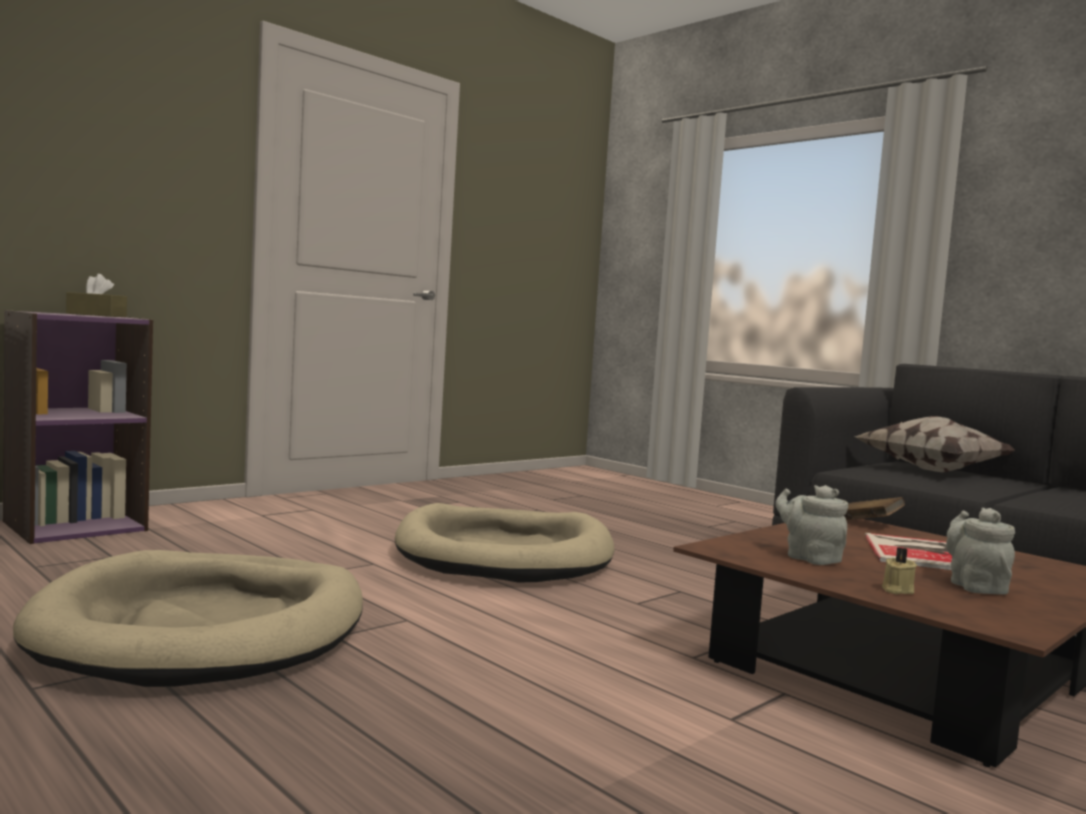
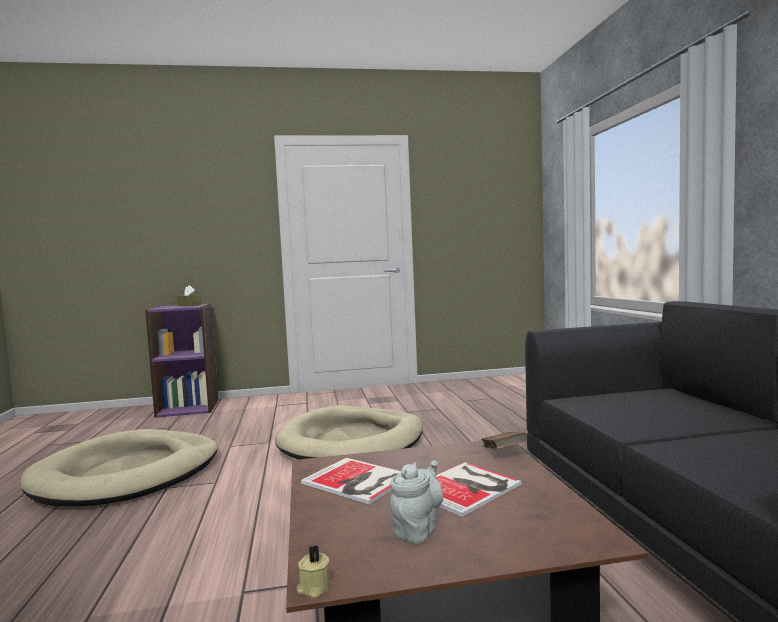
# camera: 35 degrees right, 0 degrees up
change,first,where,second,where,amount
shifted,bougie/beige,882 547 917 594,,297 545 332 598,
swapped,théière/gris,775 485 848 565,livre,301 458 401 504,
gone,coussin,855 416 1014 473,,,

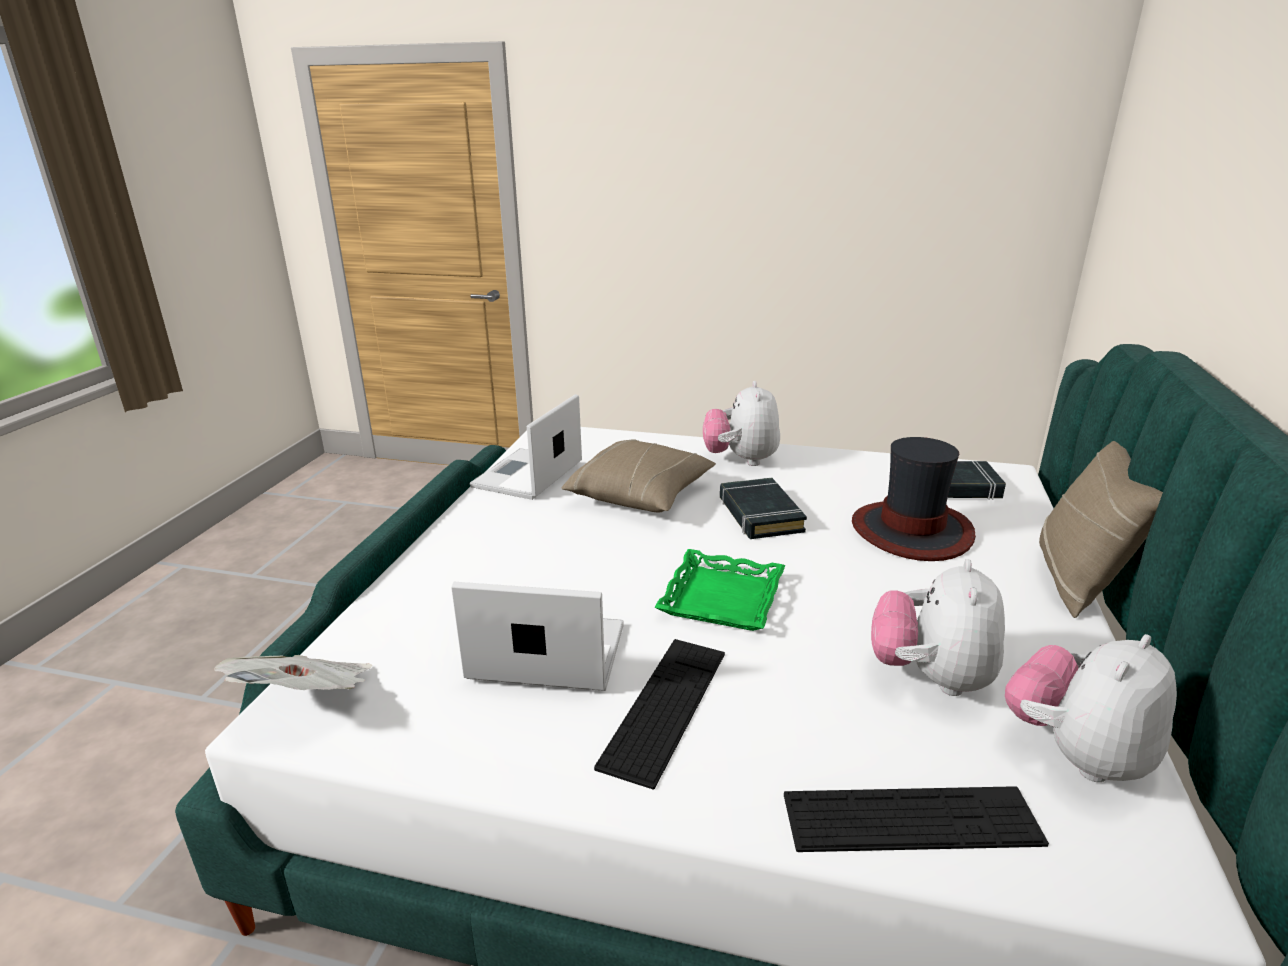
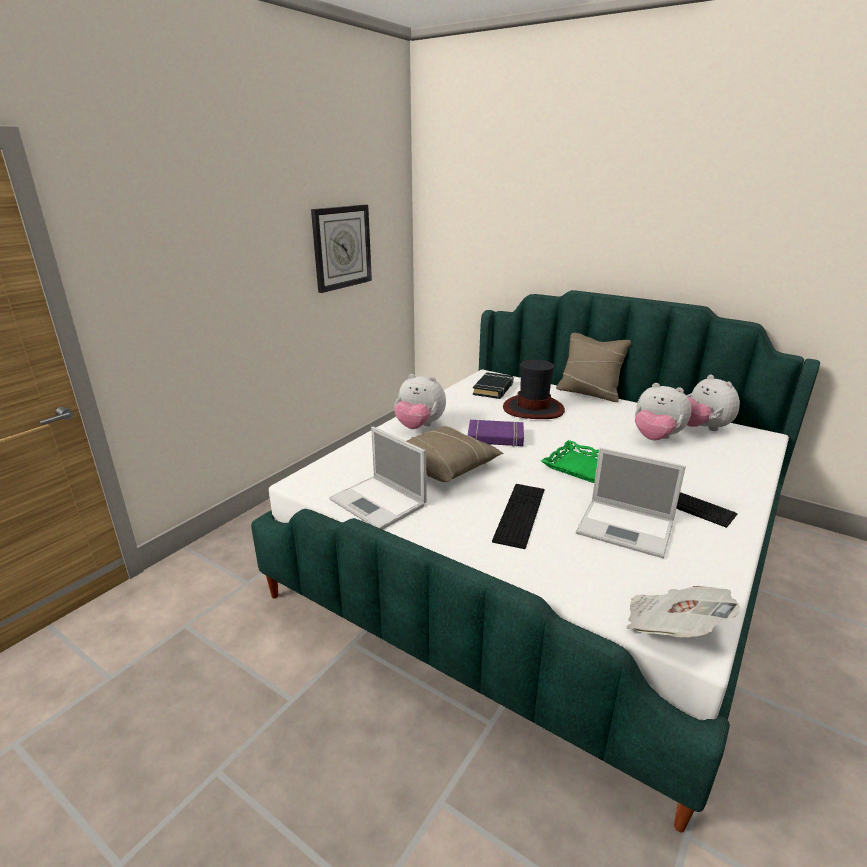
# camera: 70 degrees left, 0 degrees up
change,first,where,second,where,amount
new,,,horloge murale,311 205 372 293,
repainted,livre/noir,720 478 807 539,livre/violet,468 420 524 447,
shifted,clavier,784 786 1049 852,,492 484 545 549,
rotated,ordinateur portable,451 582 624 691,,576 448 686 558,90 degrees counterclockwise

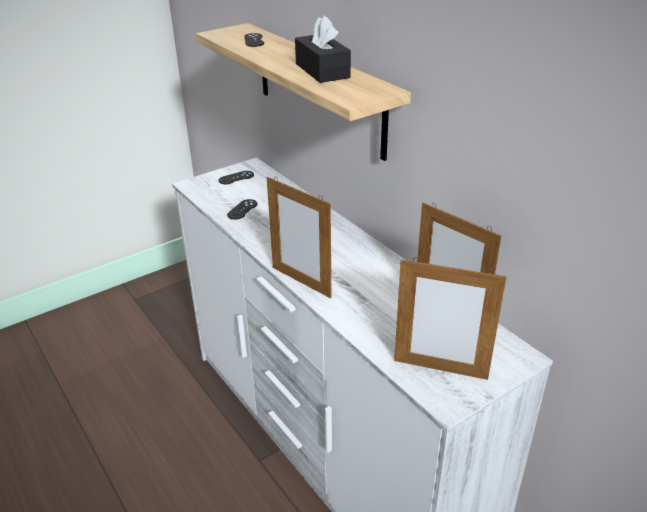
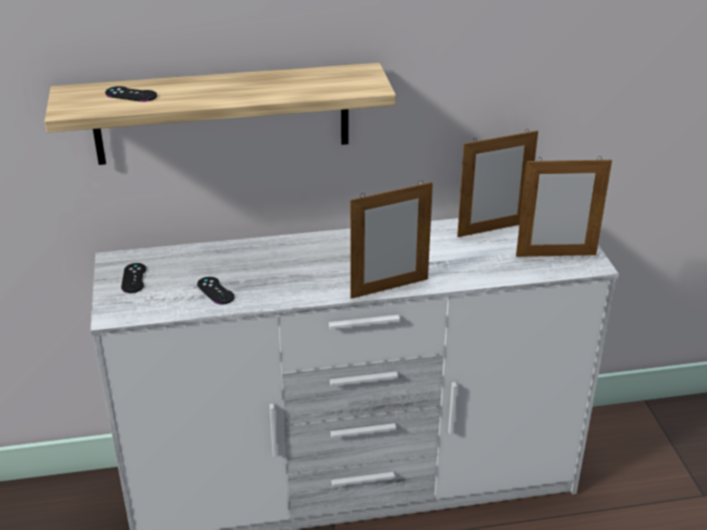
# camera: 65 degrees left, 0 degrees up
change,first,where,second,where,amount
rotated,cadre photo,394 259 506 380,,516 156 612 257,45 degrees clockwise
gone,boîte à mouchoirs/noir,295 15 351 83,,,

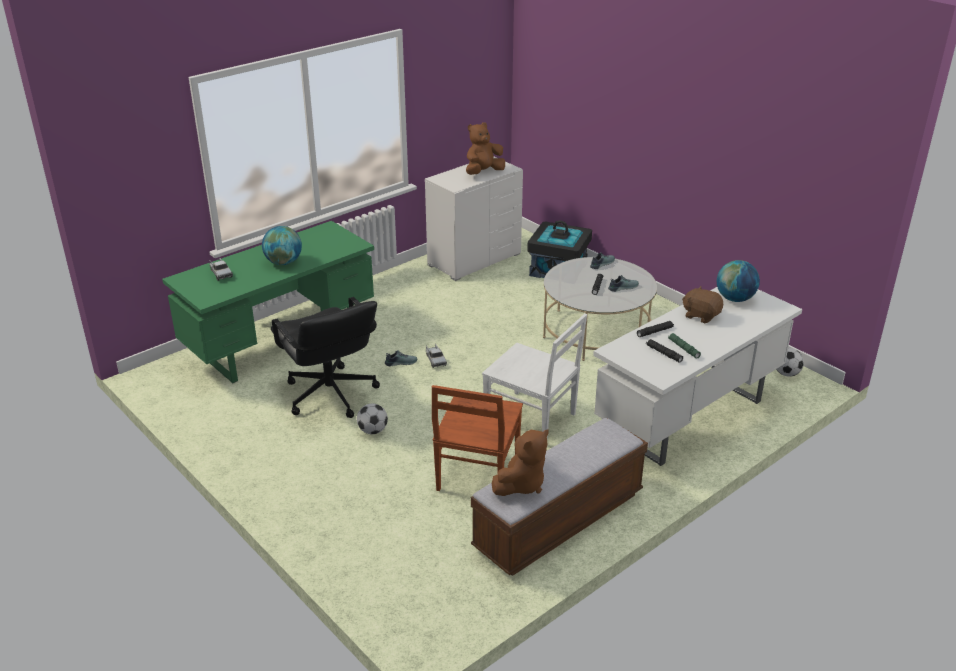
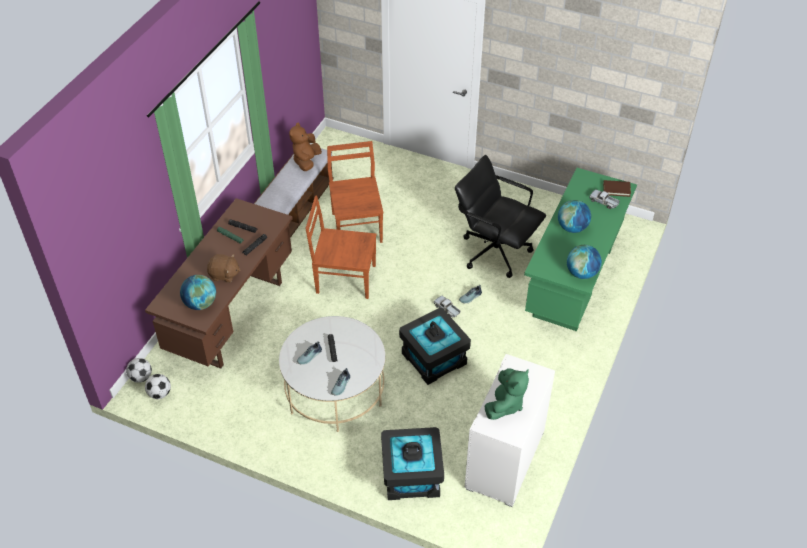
# camera: 155 degrees right, 15 degrees up
change,first,where,second,where,amount
shifted,ballon de foot,357 403 388 434,,126 358 152 383,
repainted,bureau/blanc,593 287 802 466,bureau/marron,145 198 293 369,
repainted,chaise/blanc,482 314 587 438,chaise/marron,305 195 377 299,
new,,,boîte de rangement/noir,399 308 471 385,
repainted,peluche/marron,466 122 505 175,peluche/vert,485 368 529 420,
new,,,globe,567 245 602 279,
new,,,livre/marron,603 180 631 197,

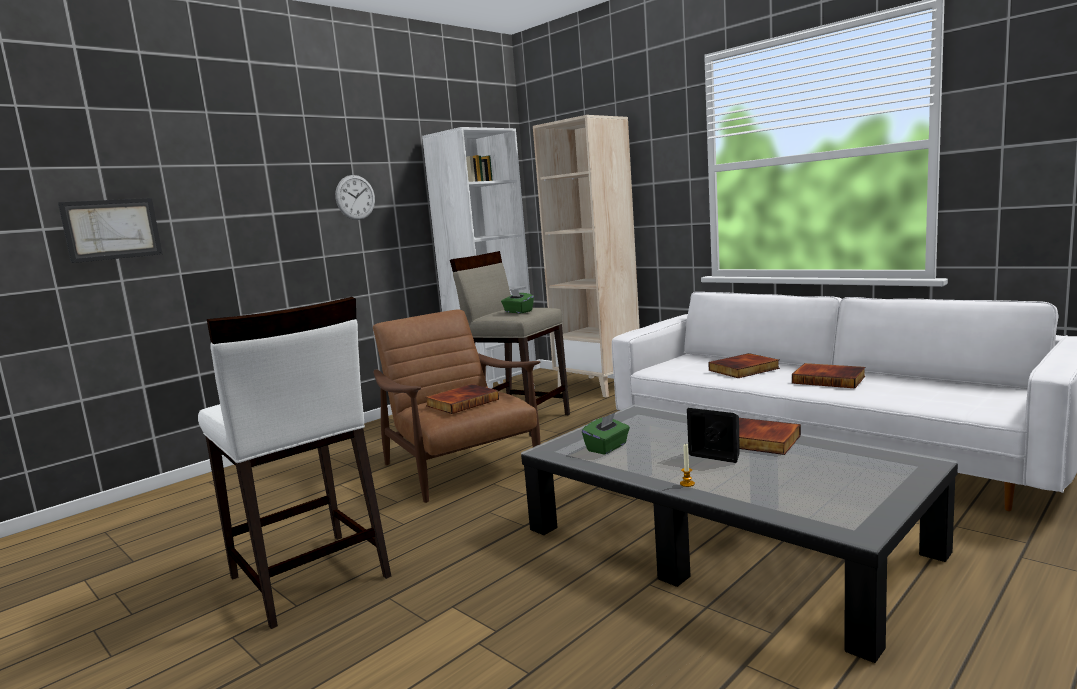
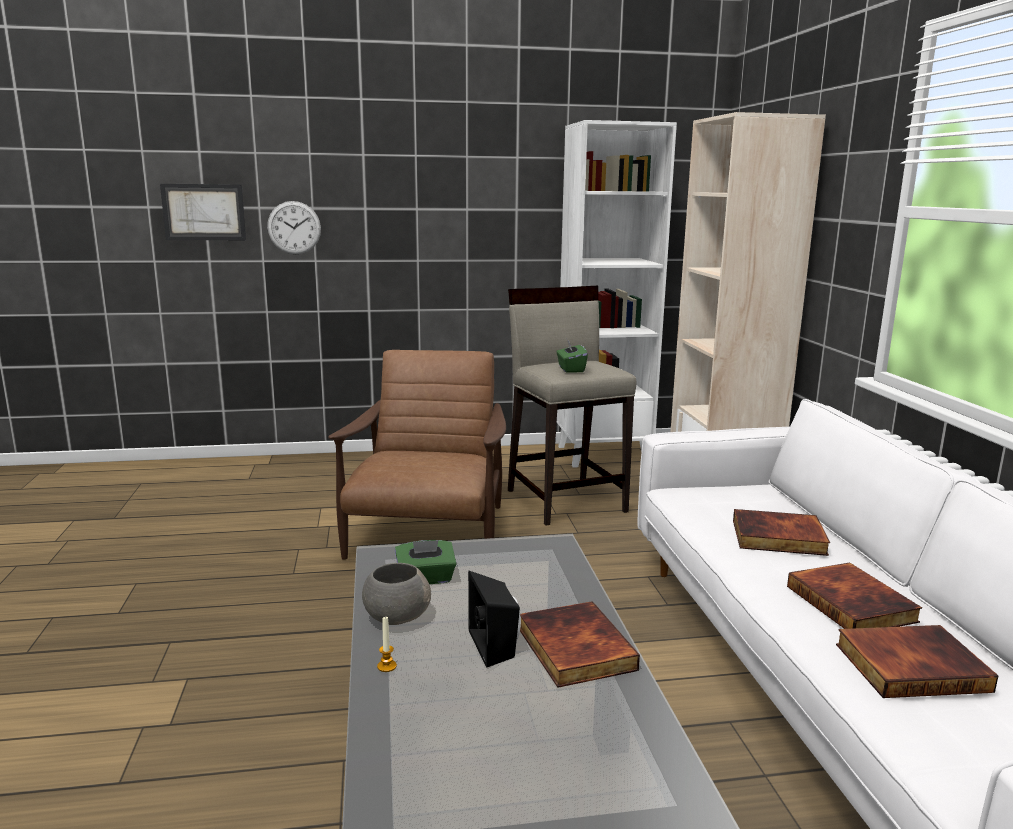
# camera: 35 degrees right, 5 degrees up
change,first,where,second,where,amount
shifted,horloge murale,335 175 375 220,,267 201 321 254,
new,,,bol/gris,362 563 431 625,
shifted,livre,425 384 499 414,,836 625 999 698,
gone,tabouret/blanc,198 297 391 629,,,

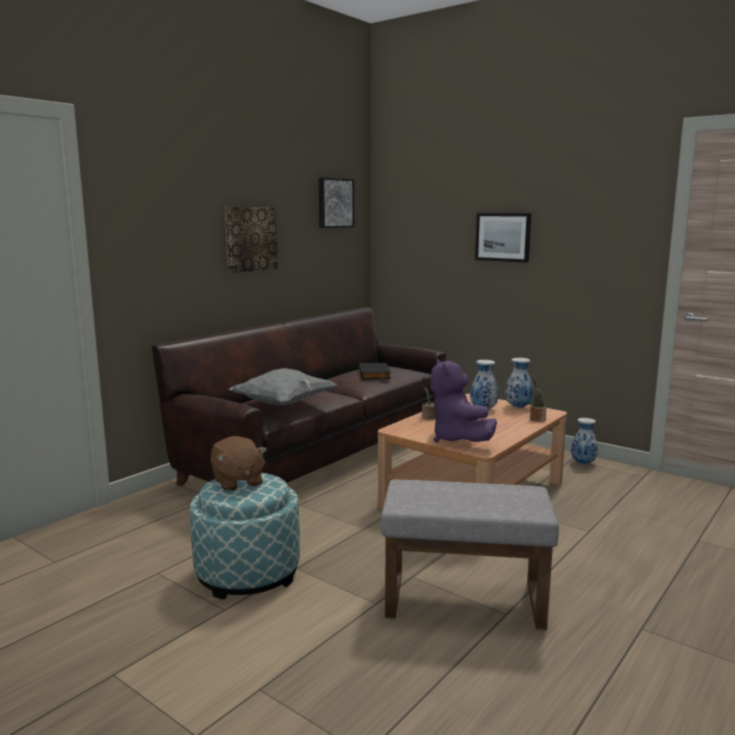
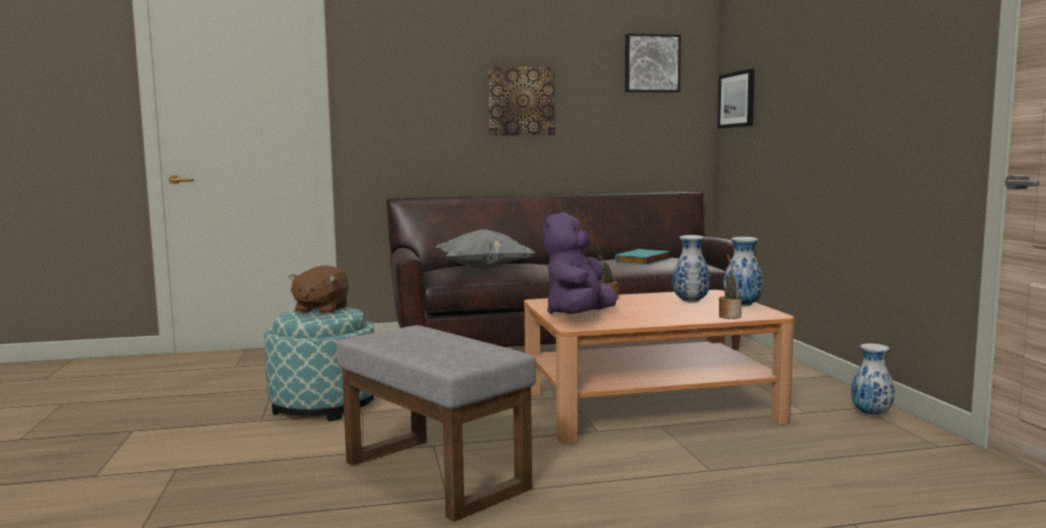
# camera: 40 degrees right, 5 degrees down
change,first,where,second,where,amount
repainted,livre/noir,359 363 391 379,livre/turquoise,615 249 671 265,
shifted,tableau,475 213 531 263,,718 69 755 128,

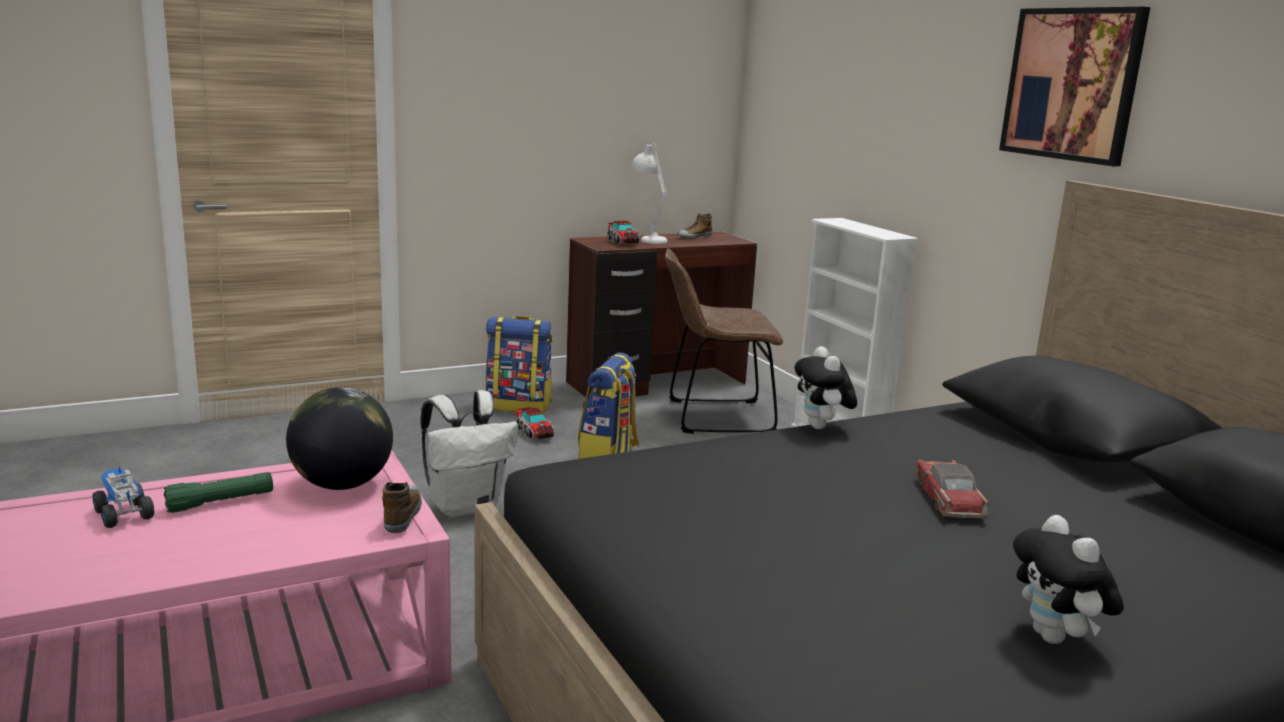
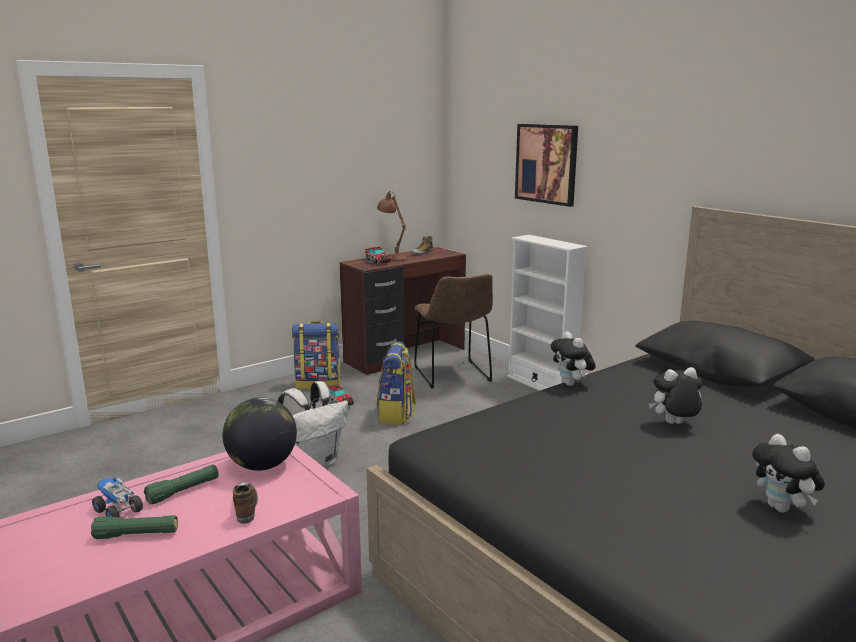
# camera: 10 degrees left, 0 degrees up
change,first,where,second,where,amount
new,,,lampe de poche/vert,91 515 178 539,
shifted,chaussure,382 482 422 533,,233 482 258 524,
repainted,lampe de table/blanc,631 142 667 244,lampe de table/marron,377 191 407 261,
rotated,chaise/marron,665 248 783 434,,414 274 493 388,90 degrees counterclockwise
shifted,tableau,999 7 1151 166,,515 124 578 207,
swapped,petite voiture,915 459 989 518,peluche,649 367 702 424,

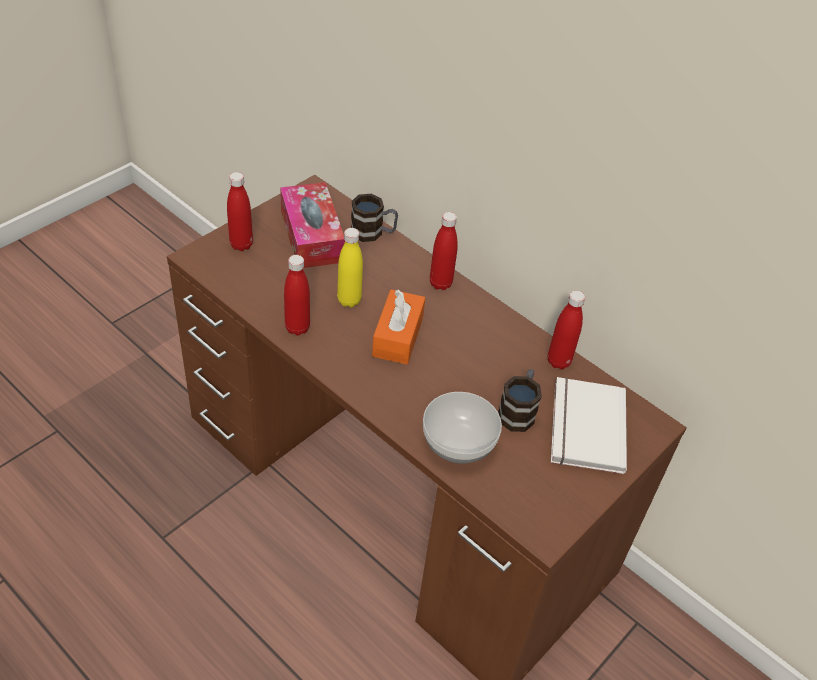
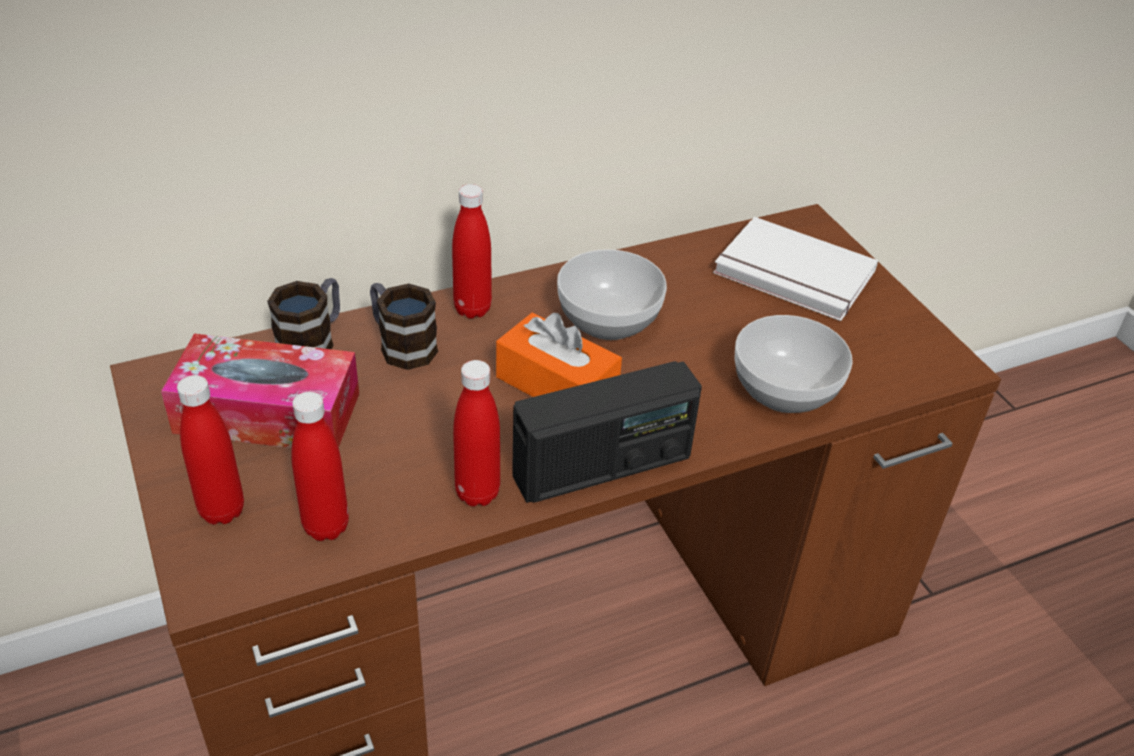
# camera: 65 degrees left, 5 degrees down
change,first,where,second,where,amount
shifted,bouteille/rouge,548 290 585 369,,291 392 349 541,
shifted,mug,498 369 542 432,,370 283 438 370,
new,,,radio,512 361 702 503,
new,,,bol,557 249 667 340,
gone,bouteille/jaune,337 228 363 307,,,

